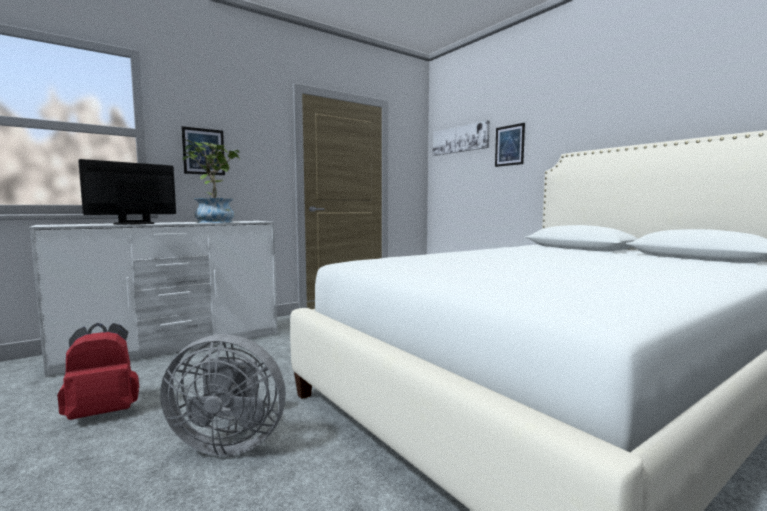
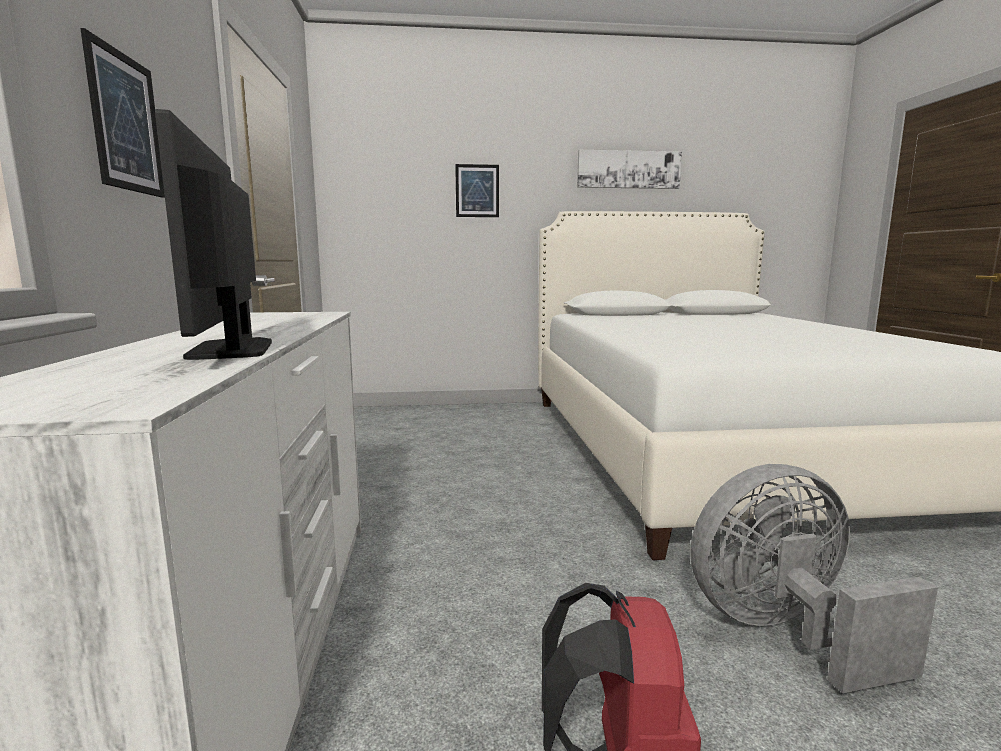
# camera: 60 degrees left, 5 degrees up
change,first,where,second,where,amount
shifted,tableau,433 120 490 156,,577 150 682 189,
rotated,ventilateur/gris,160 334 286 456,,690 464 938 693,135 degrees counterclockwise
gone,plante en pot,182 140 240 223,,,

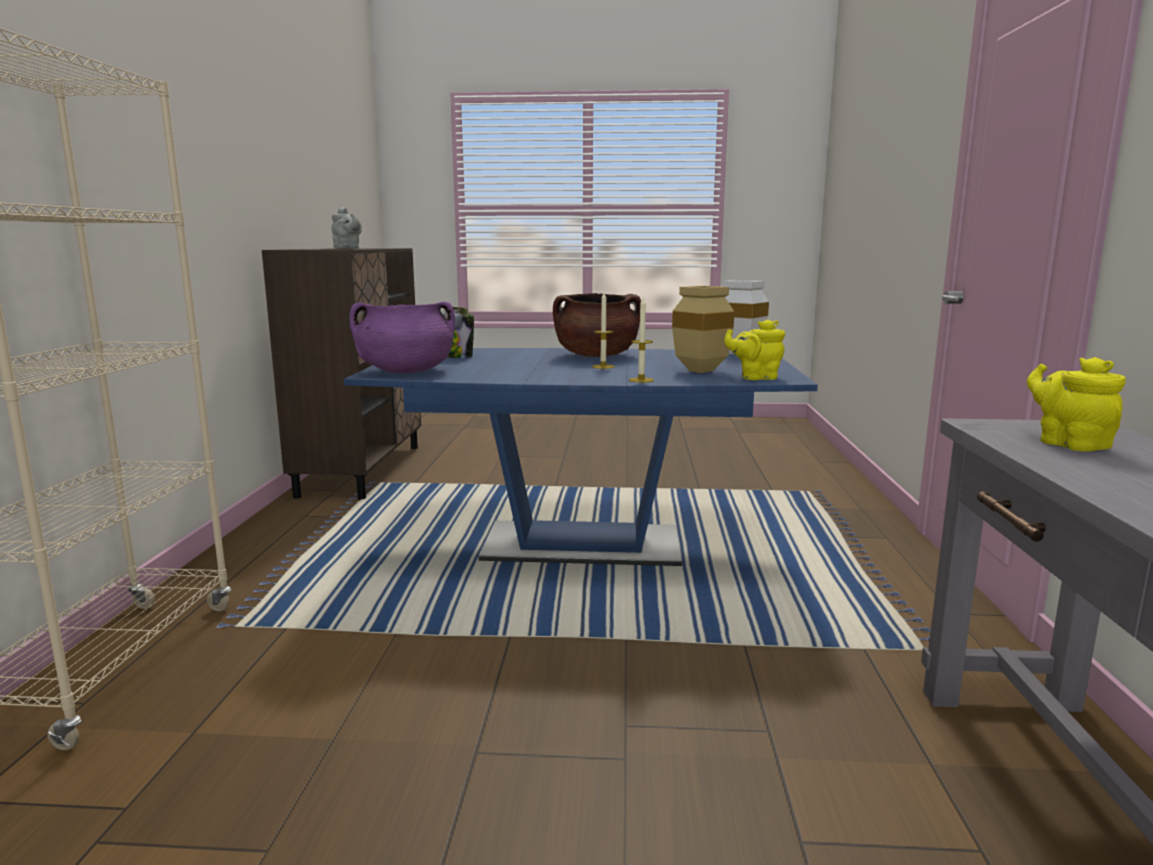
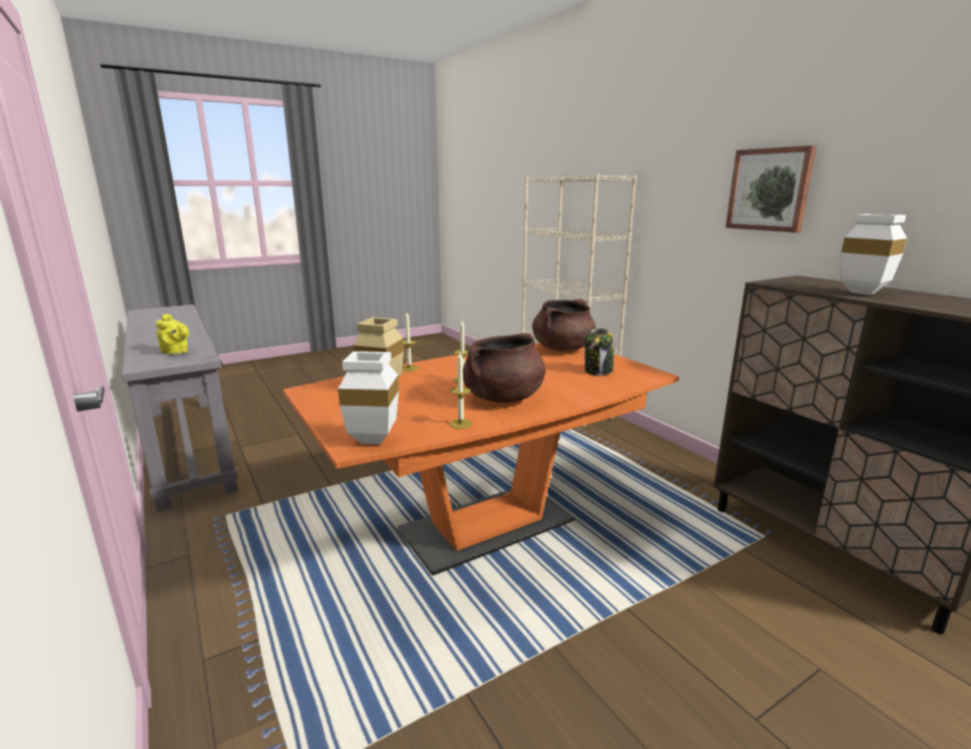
# camera: 145 degrees right, 5 degrees up
change,first,where,second,where,amount
repainted,table à manger/bleu,344 348 818 566,table à manger/orange,283 343 679 575,
new,,,bougie,449 352 473 429,
repainted,marmite/violet,349 302 455 373,marmite/marron,532 299 596 351,
new,,,tableau,726 145 817 233,
swapped,théière/gris,332 207 362 249,vase/blanc,840 214 907 295,
gone,théière/jaune,724 319 785 380,,,

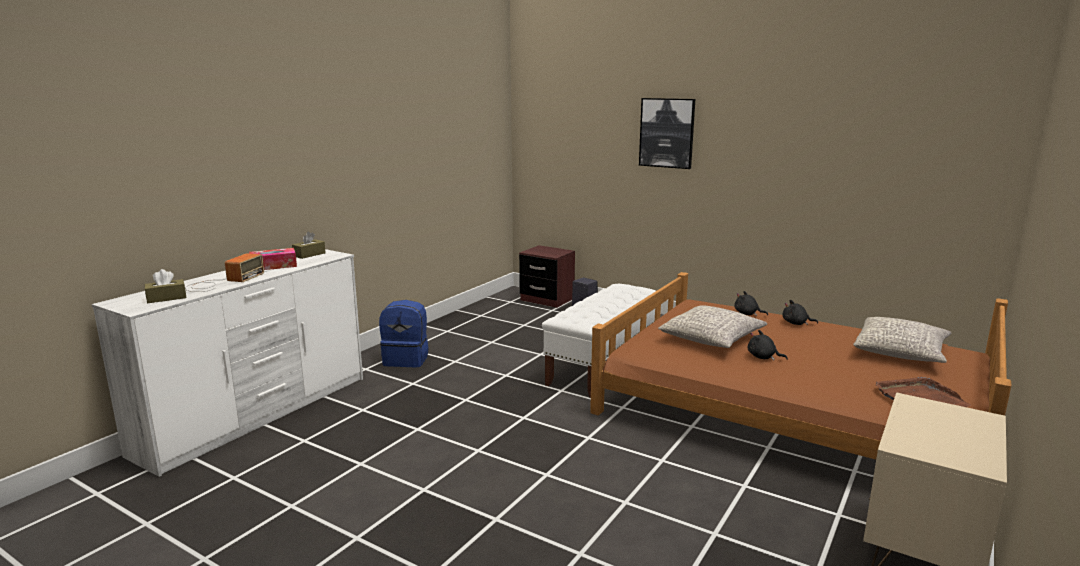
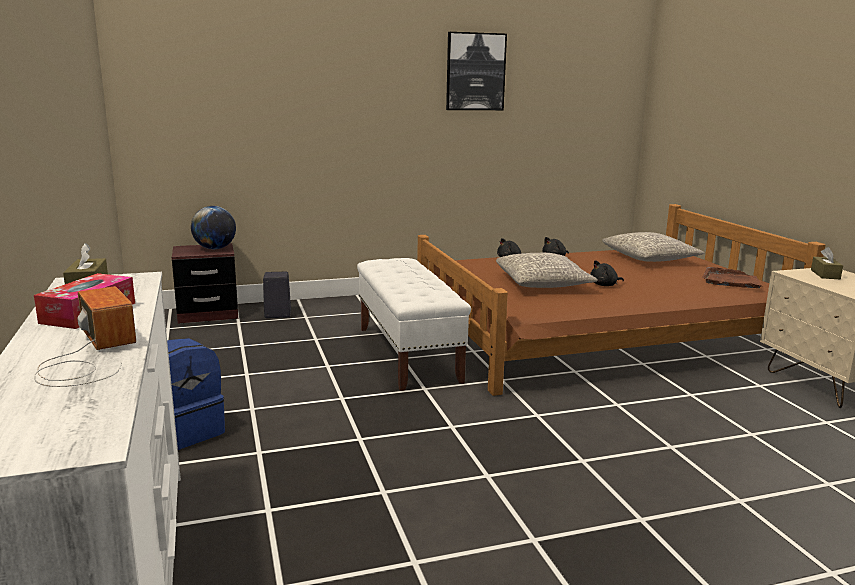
# camera: 50 degrees left, 0 degrees up
change,first,where,second,where,amount
new,,,globe,191 206 236 249,
shifted,tableau,639 98 695 169,,446 32 507 110,
shifted,boîte à mouchoirs/marron,144 269 186 303,,811 247 843 279,

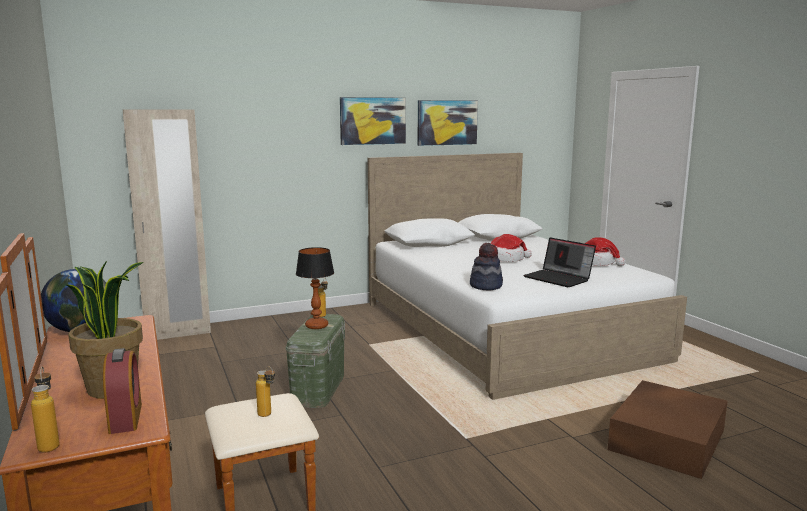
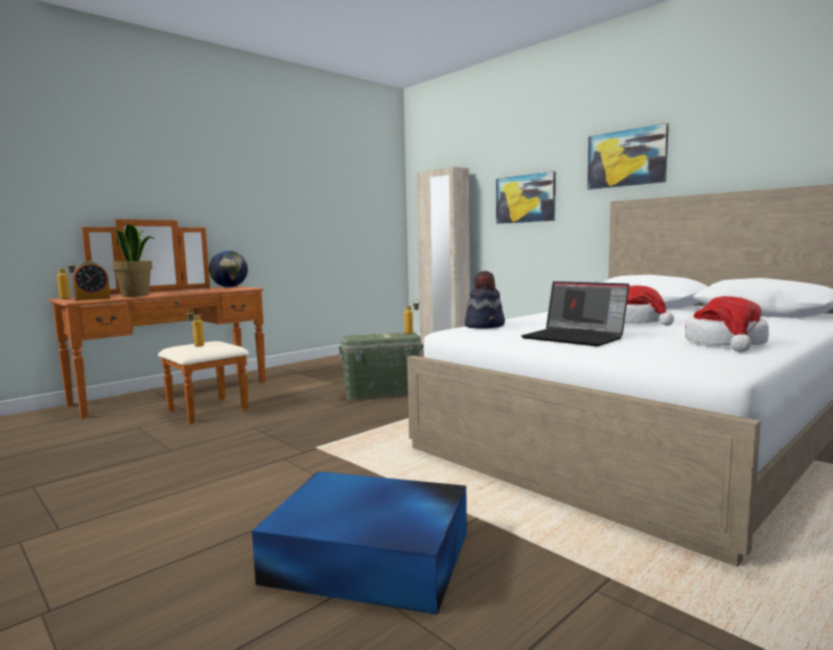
# camera: 70 degrees right, 5 degrees down
change,first,where,second,where,amount
repainted,boîte de rangement/marron,608 380 728 479,boîte de rangement/bleu,252 471 467 615,
shifted,tableau,418 100 478 146,,496 171 556 224,
rotated,ordinateur portable,523 237 596 287,,521 281 629 346,75 degrees counterclockwise
gone,lampe de table,296 247 334 329,,,

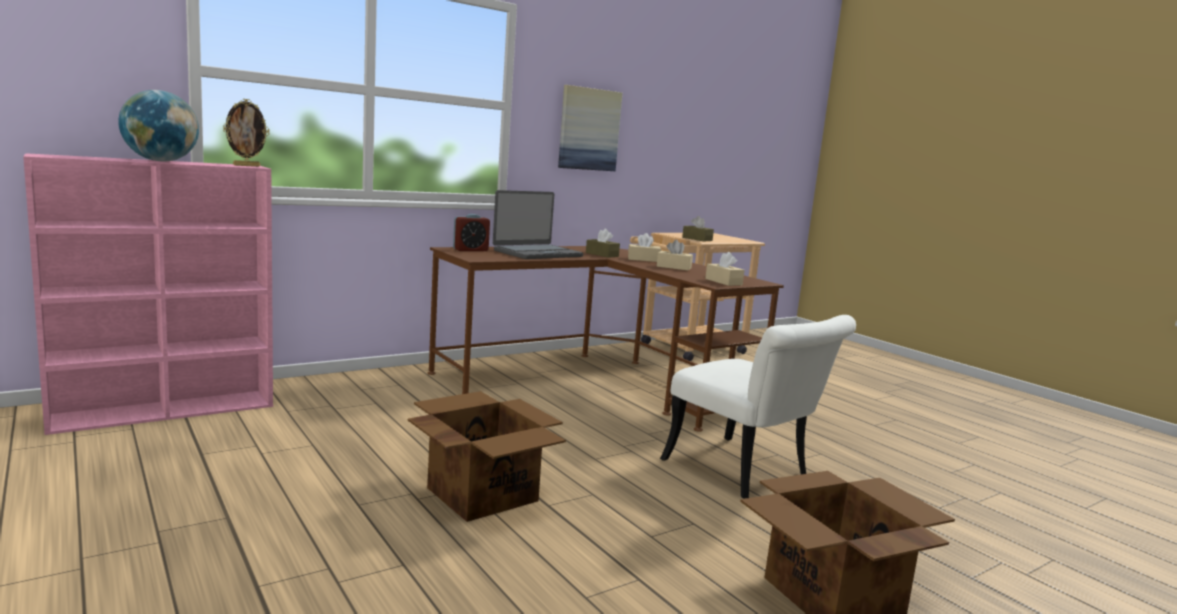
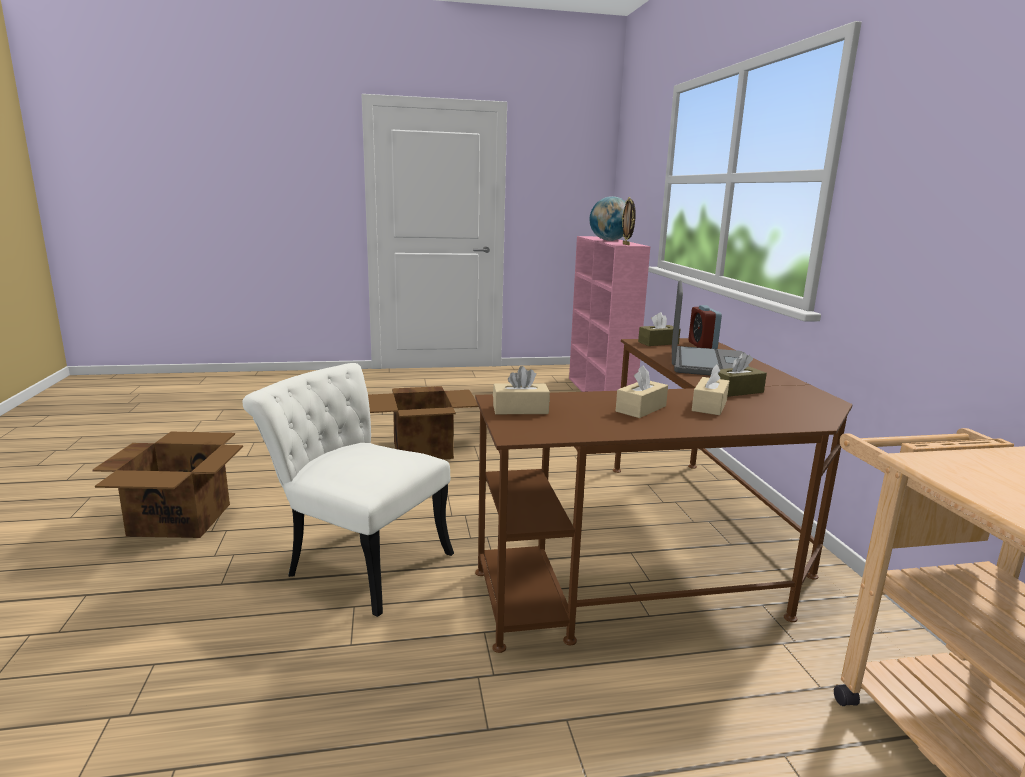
# camera: 115 degrees right, 5 degrees up
change,first,where,second,where,amount
rotated,chaise/blanc,660 315 856 499,,243 363 454 617,45 degrees clockwise
shifted,boîte à mouchoirs/marron,682 216 714 241,,638 312 680 346,
rotated,ordinateur portable,493 190 583 259,,672 280 749 376,150 degrees counterclockwise
gone,tableau,558 85 622 171,,,

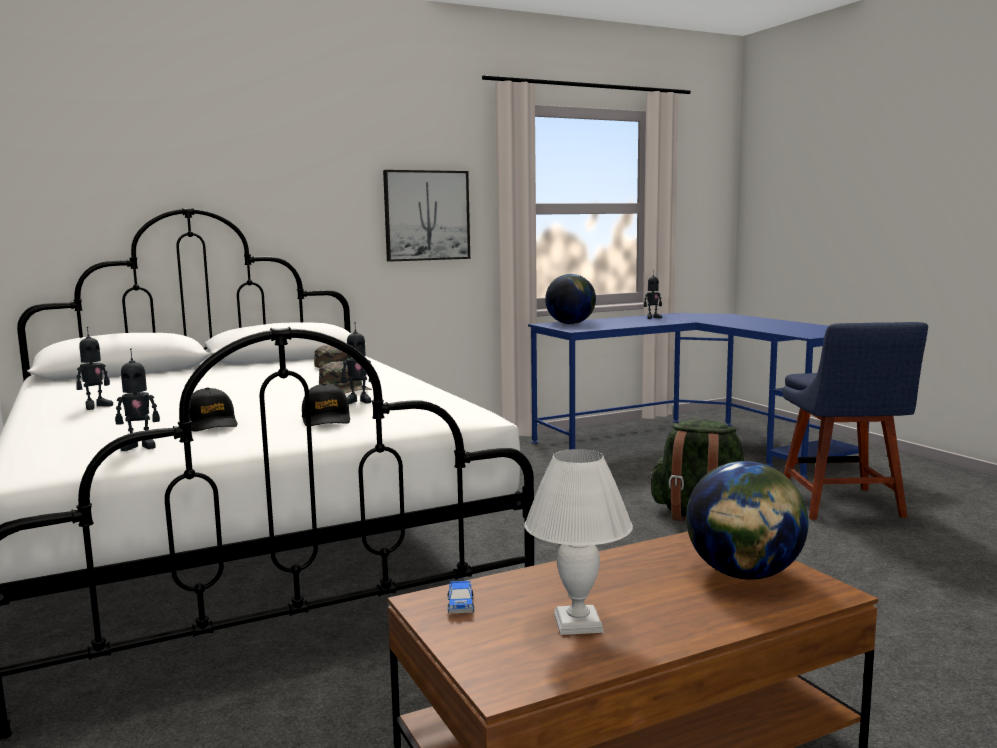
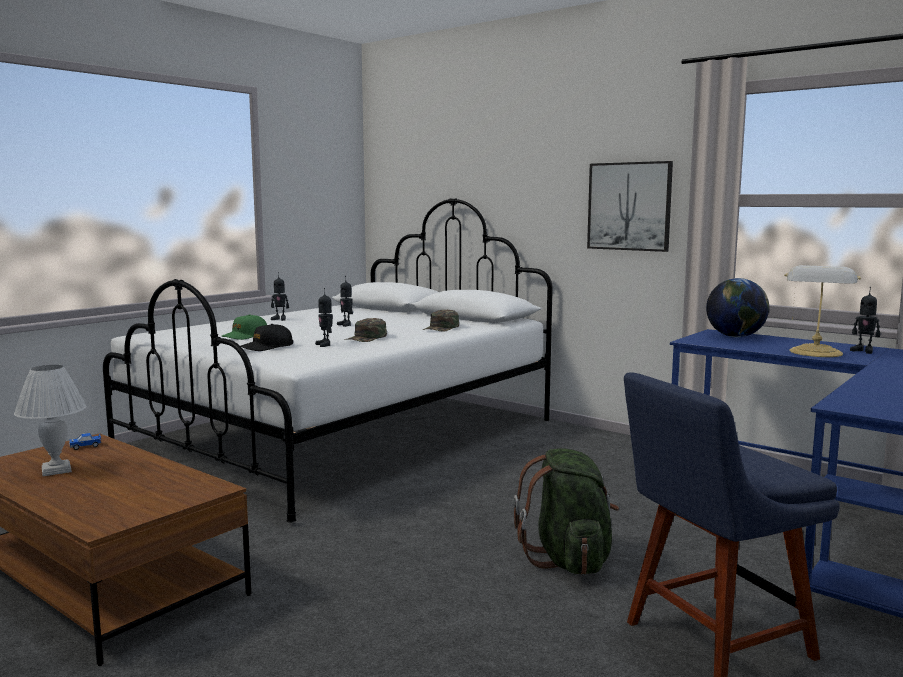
# camera: 65 degrees right, 0 degrees up
change,first,where,second,where,amount
repainted,casquette/noir,189 387 237 432,casquette/vert,222 314 267 340,
shifted,robot jouet,115 348 160 451,,337 276 353 327,
new,,,lampe de table,784 265 861 357,
gone,globe,686 461 808 580,,,

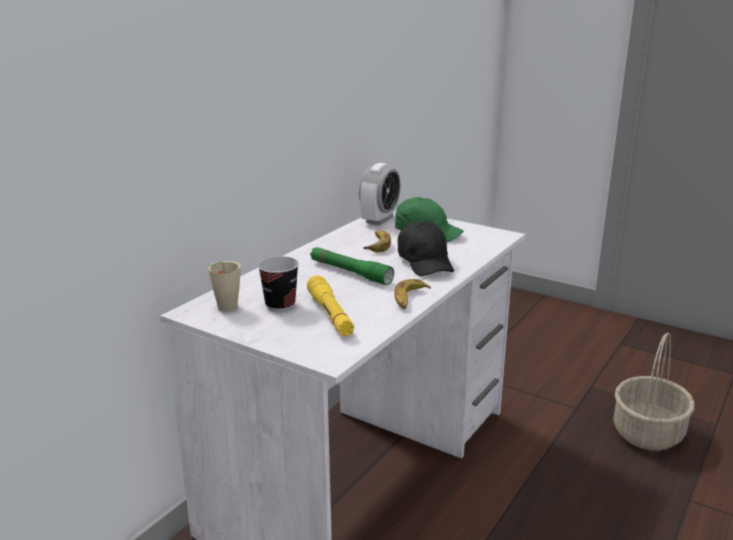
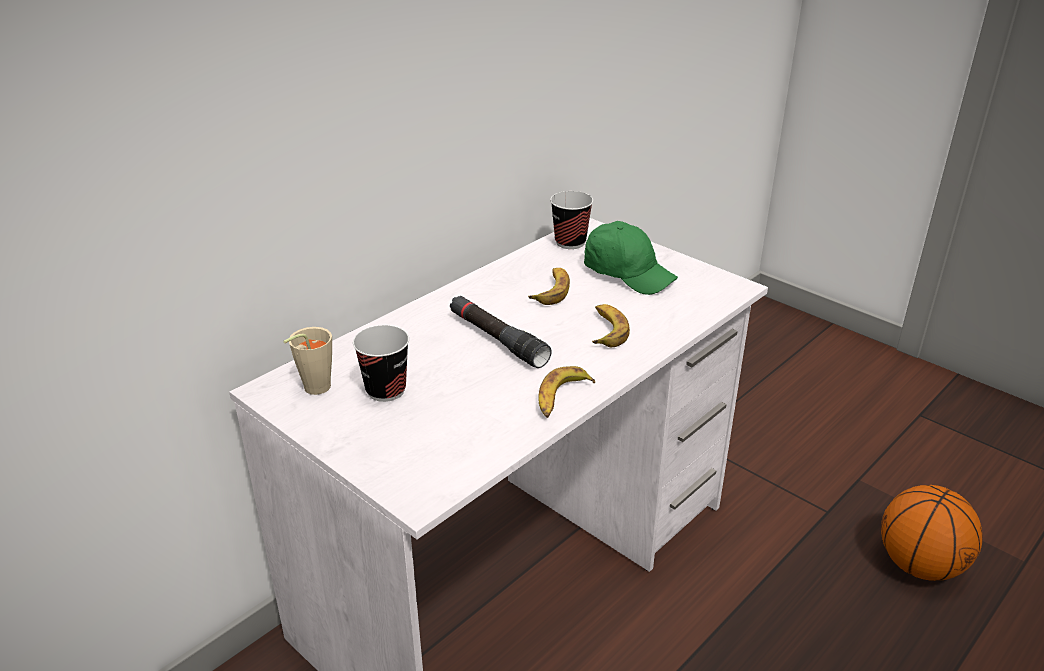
# camera: 10 degrees right, 10 degrees up
change,first,where,second,where,amount
repainted,lampe de poche/vert,310 247 394 285,lampe de poche/noir,450 296 552 368,
swapped,réveil,359 163 401 225,tasse,550 191 593 249,
swapped,casquette/noir,398 221 454 276,banane,592 304 630 347,
swapped,panier,614 333 694 450,ballon de basket,881 485 983 581,
gone,lampe de poche/jaune,307 275 354 336,,,

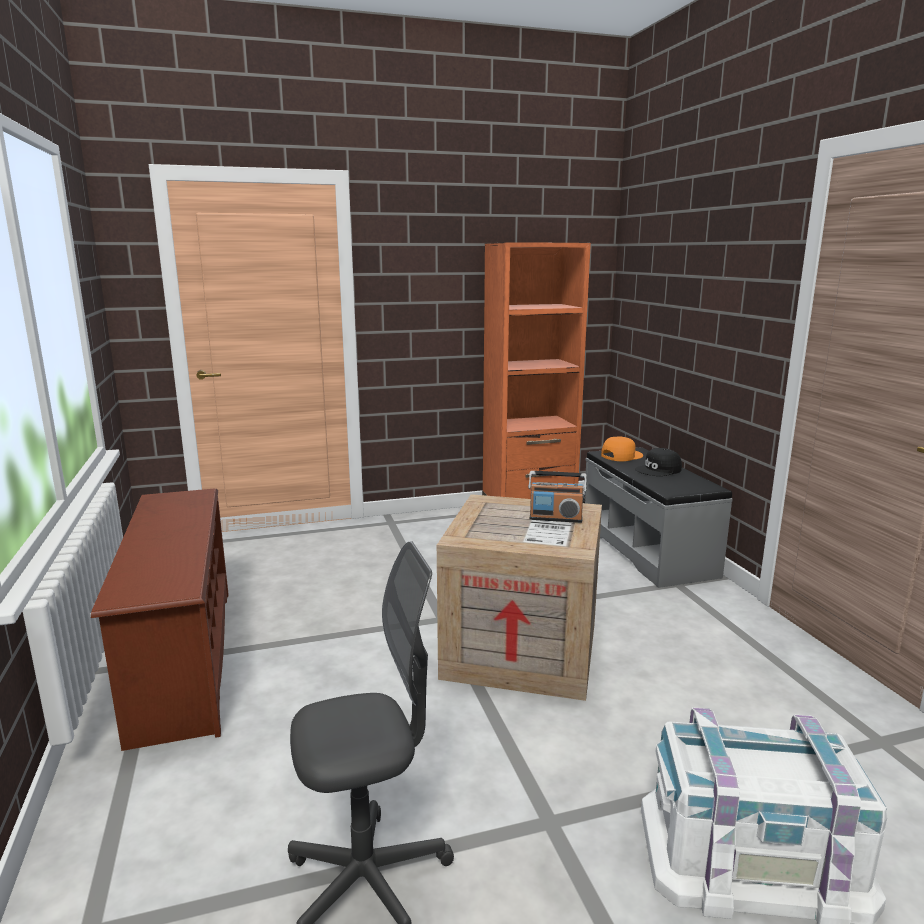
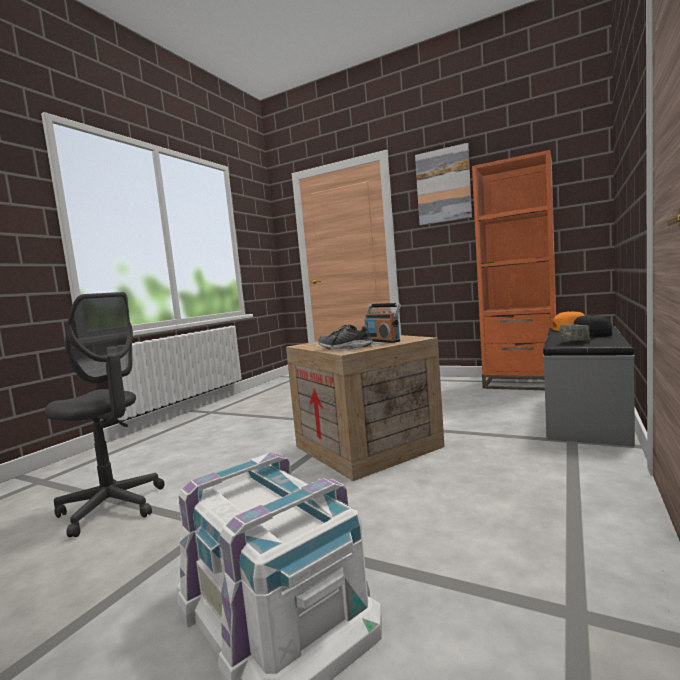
# camera: 45 degrees right, 10 degrees down
change,first,where,second,where,amount
new,,,chaussure,318 324 373 350,
new,,,tableau,415 143 472 225,
new,,,casquette/gris,559 324 591 341,
gone,étagère à chaussures/marron,91 488 228 751,,,

